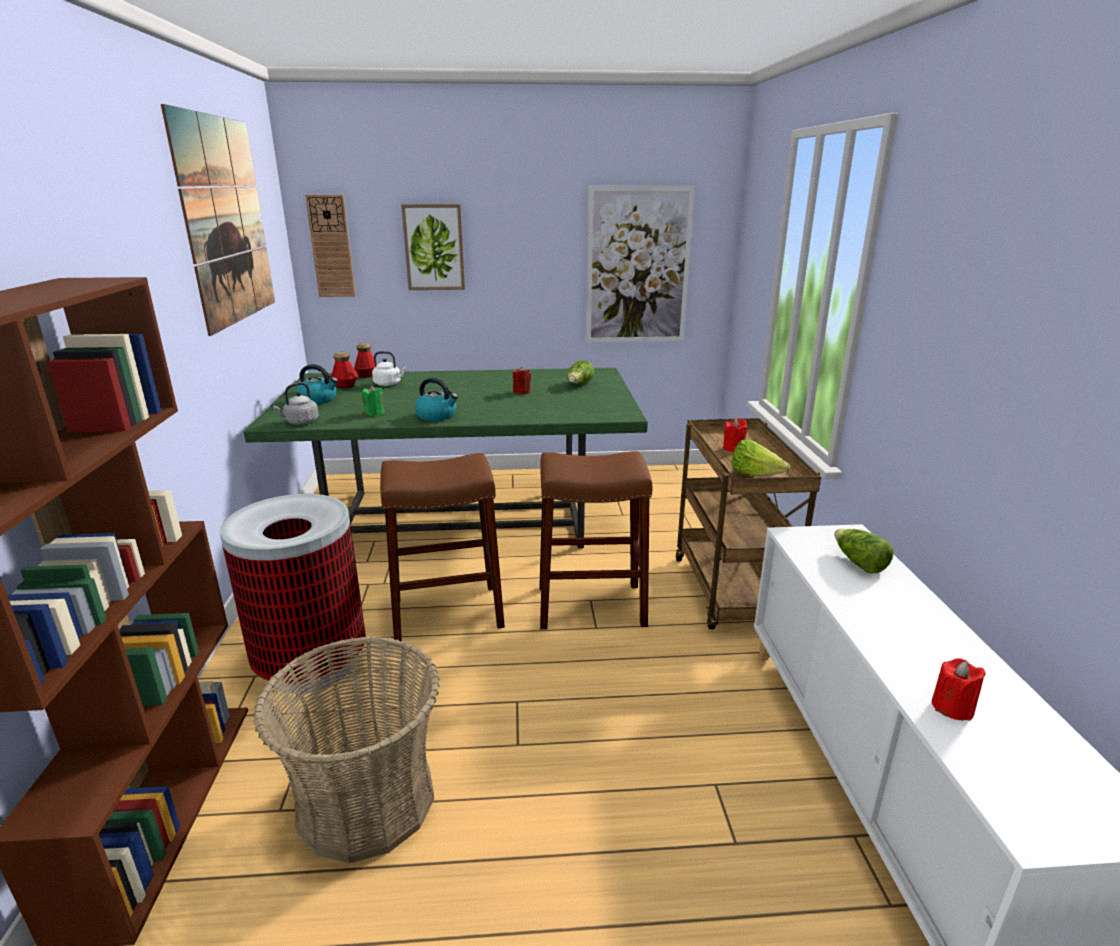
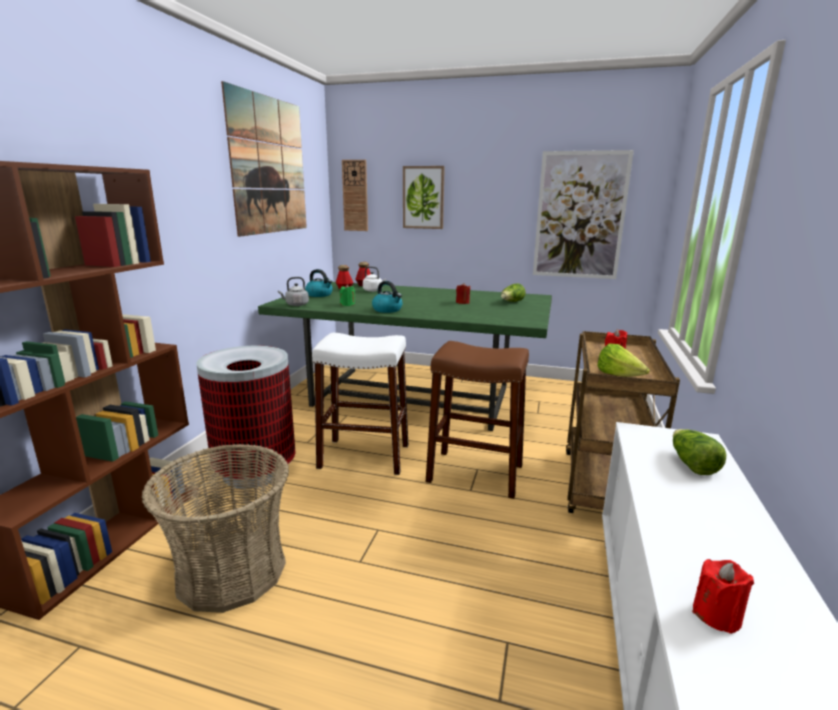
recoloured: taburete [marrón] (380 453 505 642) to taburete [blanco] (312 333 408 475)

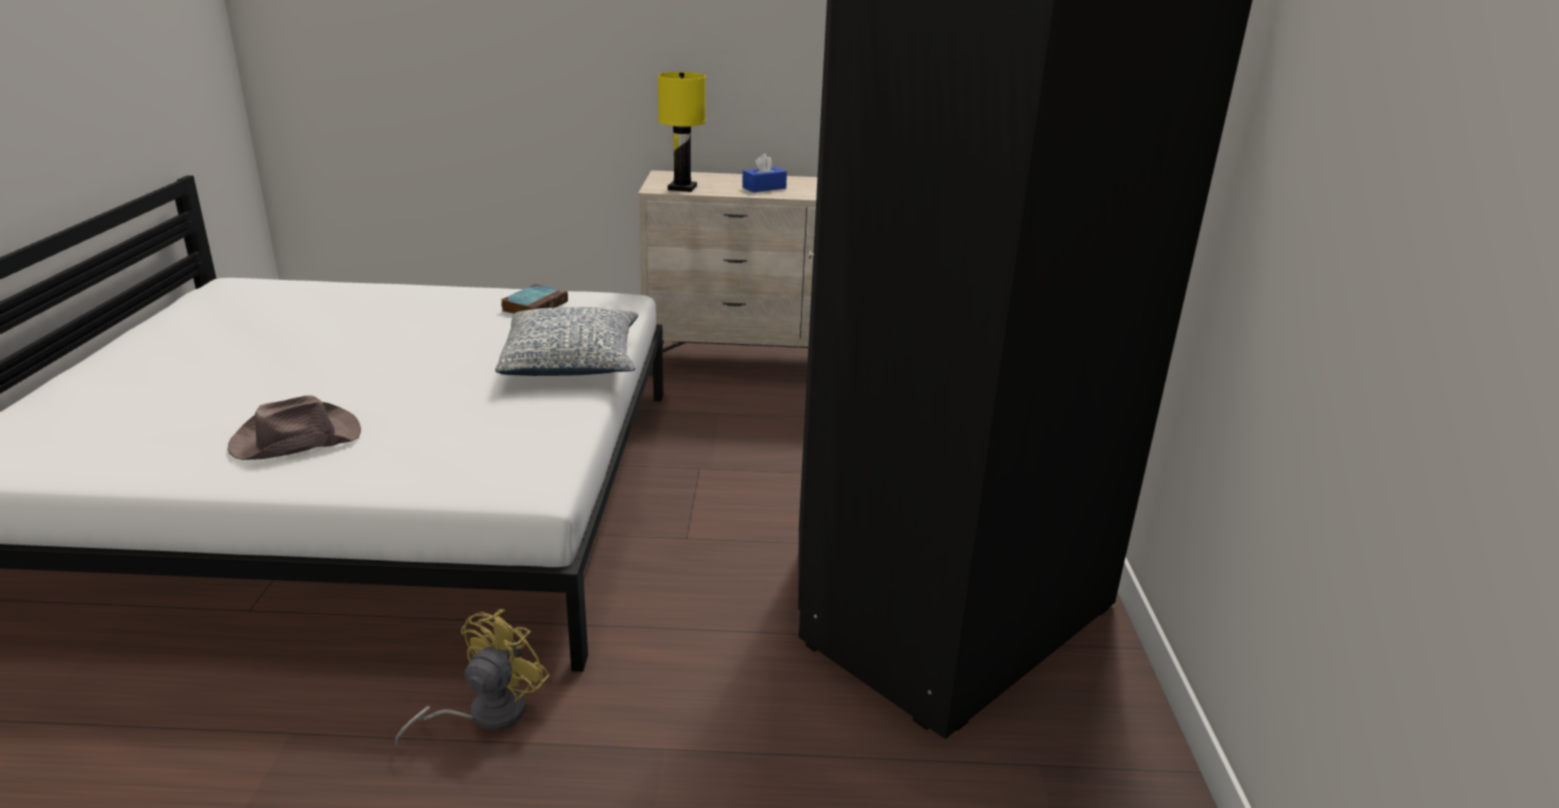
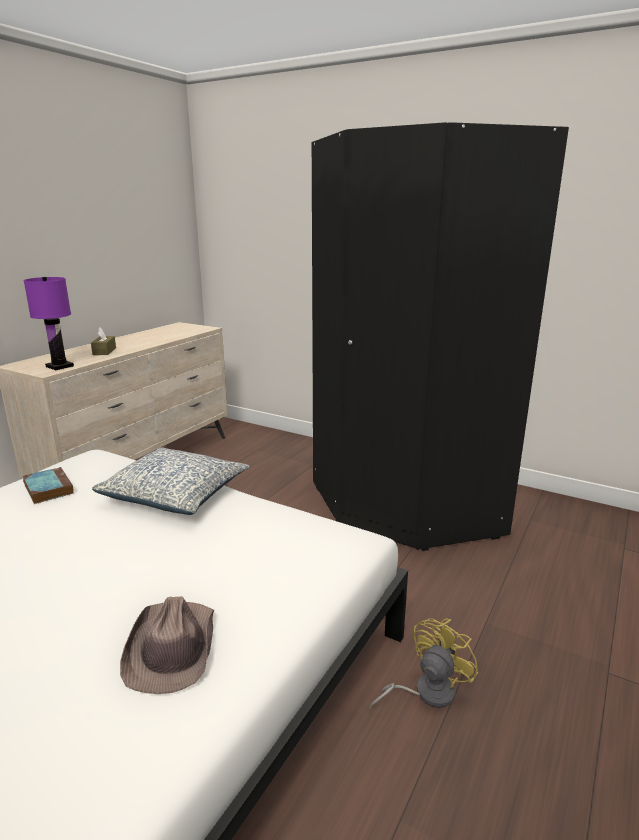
recoloured: lámpara de mesa [amarillo] (658 72 706 192) to lámpara de mesa [morado] (24 277 74 370); caja de pañuelos [azul] (742 154 787 192) to caja de pañuelos [marrón] (91 328 116 355)
turned: ventilador [amarillo] (395 609 550 747) = (369 618 479 710) 75 degrees clockwise

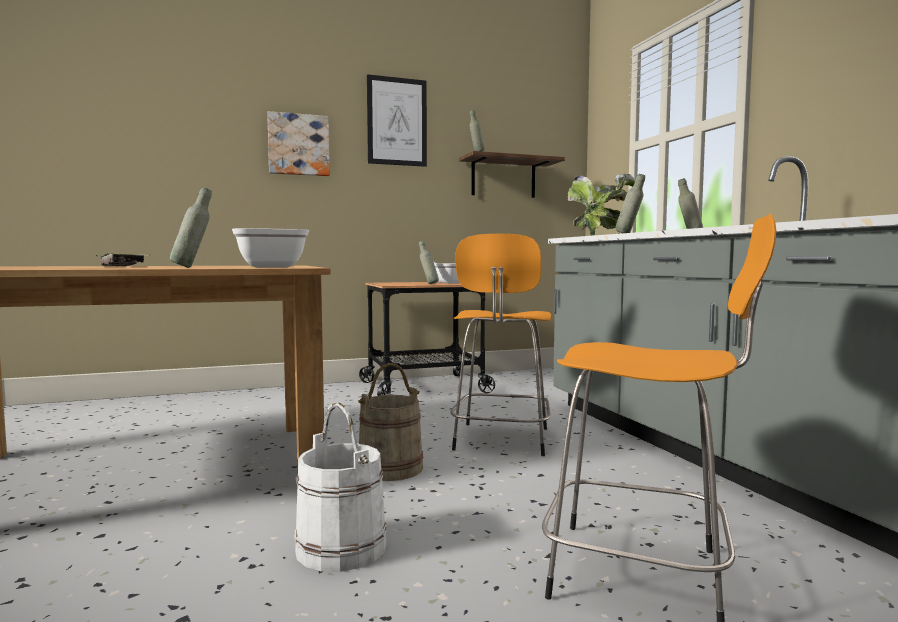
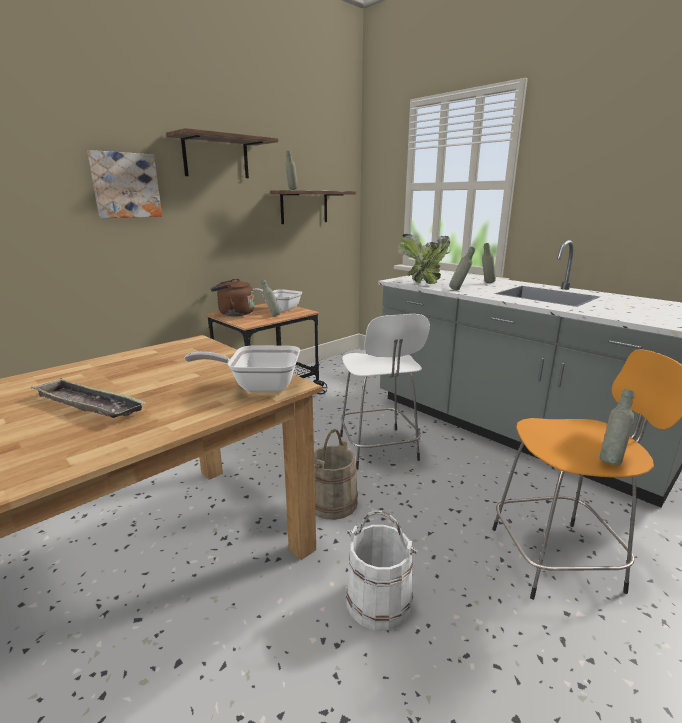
added: hervidor [marrón] (211 279 254 316)
moved: botella [gris] (170 187 212 268) to (600 389 634 466)
replaced: cuadro (367 74 427 167) to estante (166 128 278 178)
recoloured: taburete [naranja] (450 234 551 456) to taburete [blanco] (340 314 430 470)
turned: sartén (232 228 309 268) = (184 346 300 393) 45 degrees counterclockwise

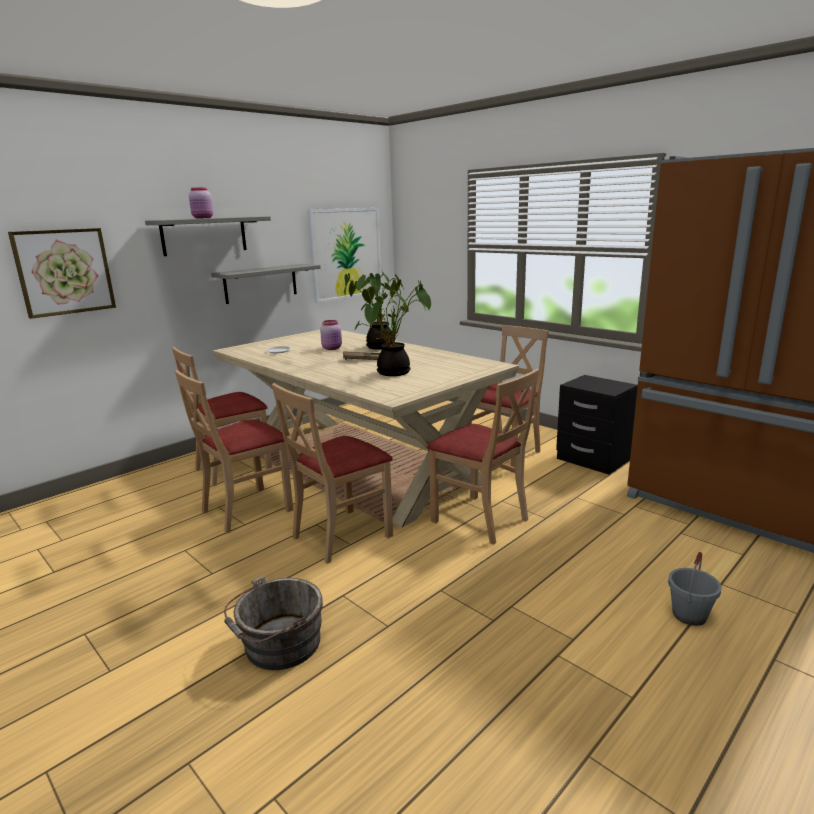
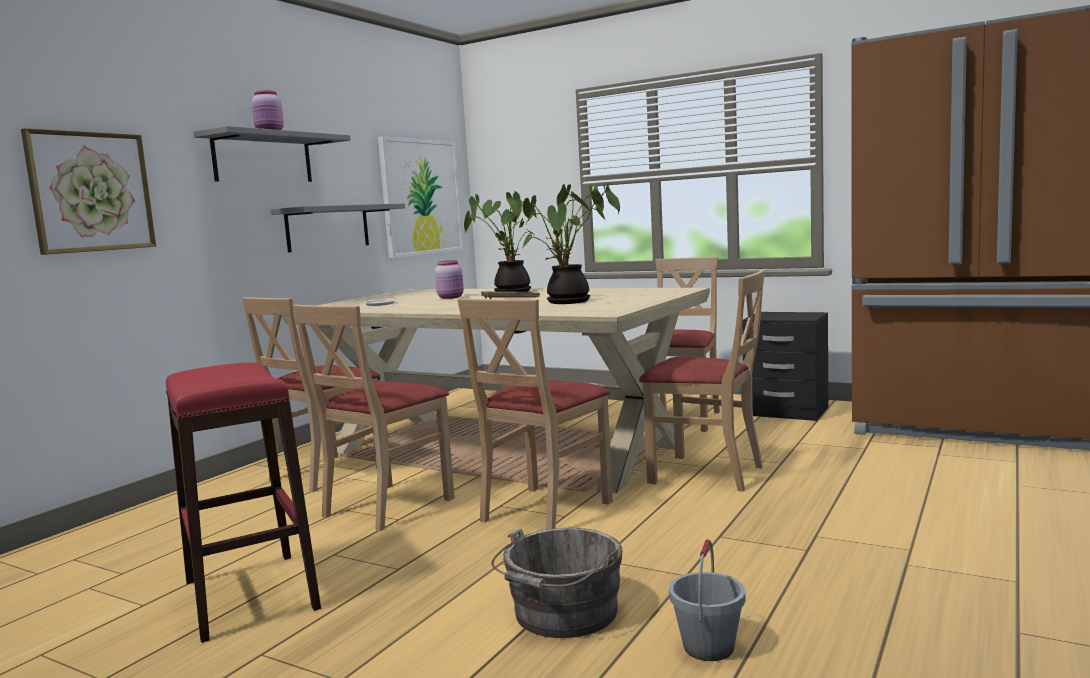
added: taburete [rojo] (166 362 321 643)
moved: cubo [gris] (668 552 721 626) to (669 539 746 661)

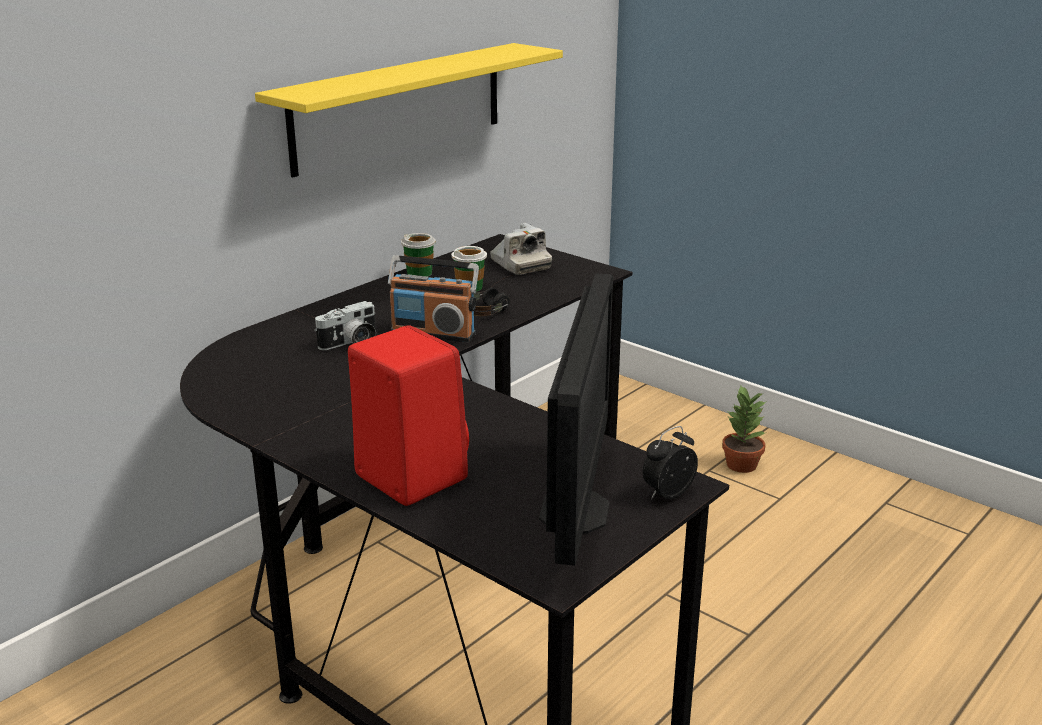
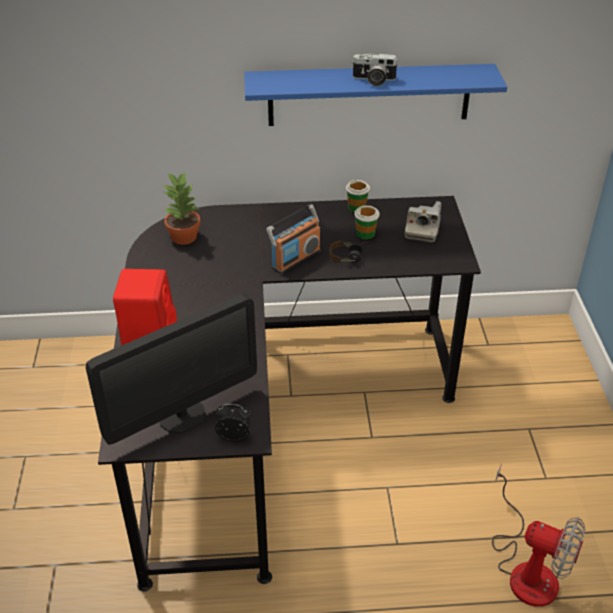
added: ventilador (492 464 585 607)
moved: cámara (315 301 376 350) to (352 53 398 86); planta en maceta (722 386 767 473) to (163 173 200 245)
recoloured: estante [amarillo] (255 43 563 177) to estante [azul] (244 64 507 126)
turned: radio (388 255 479 342) = (267 204 321 274) 105 degrees counterclockwise

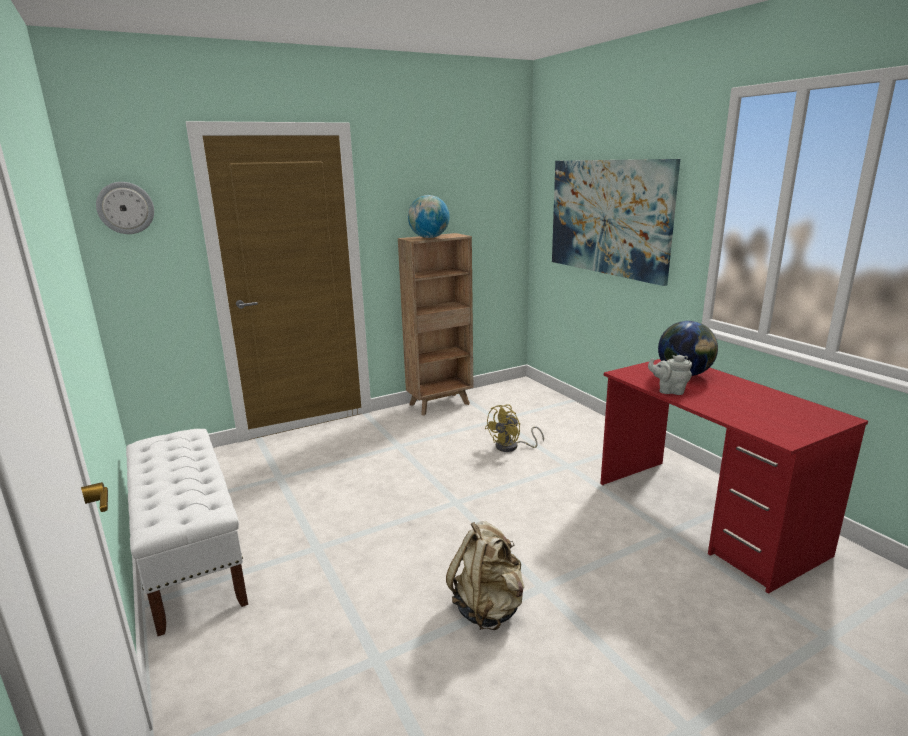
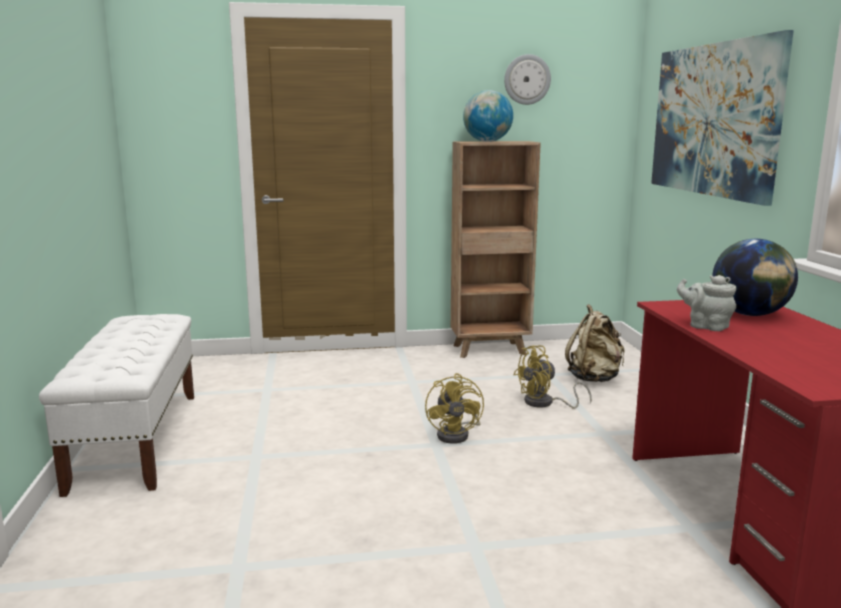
added: ventilador [amarillo] (425 373 484 444)
moved: reloj de pared (96 182 154 234) to (504 54 551 105); mochila [beis] (446 521 524 630) to (565 304 624 382)

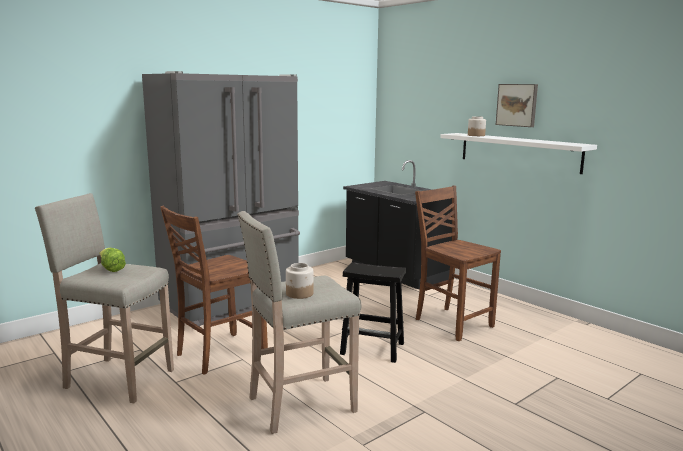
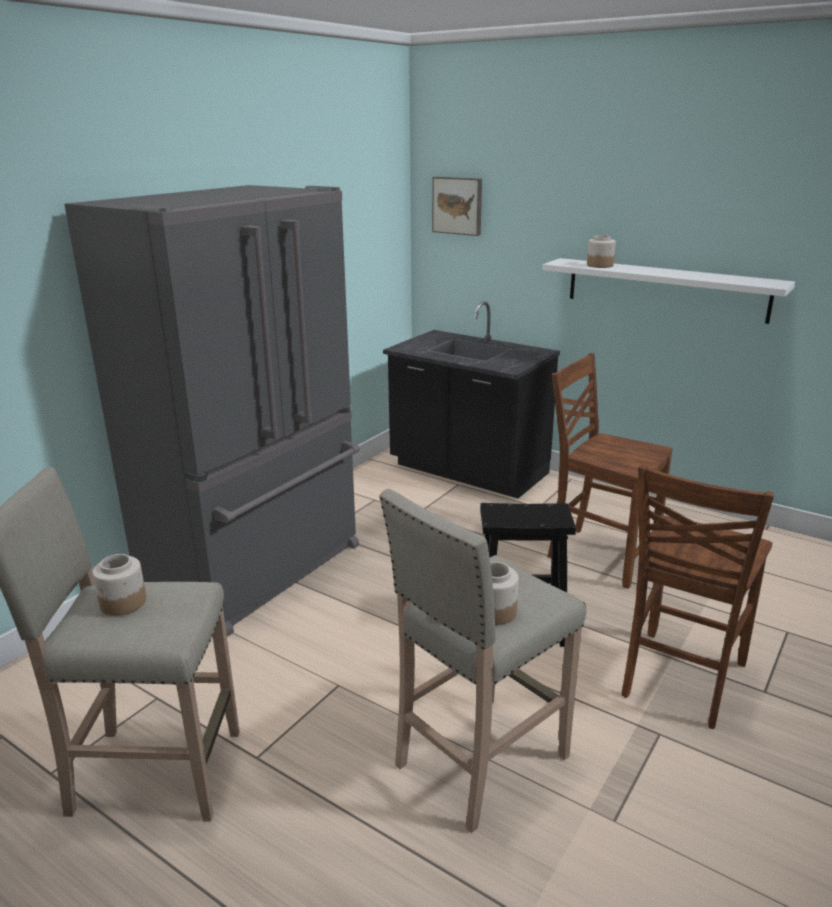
moved: cuadro (496 84 538 127) to (432 177 482 236); silla [marrón] (160 206 268 375) to (622 465 774 729)
replaced: lechuga (99 248 126 272) to tarro (93 554 146 616)

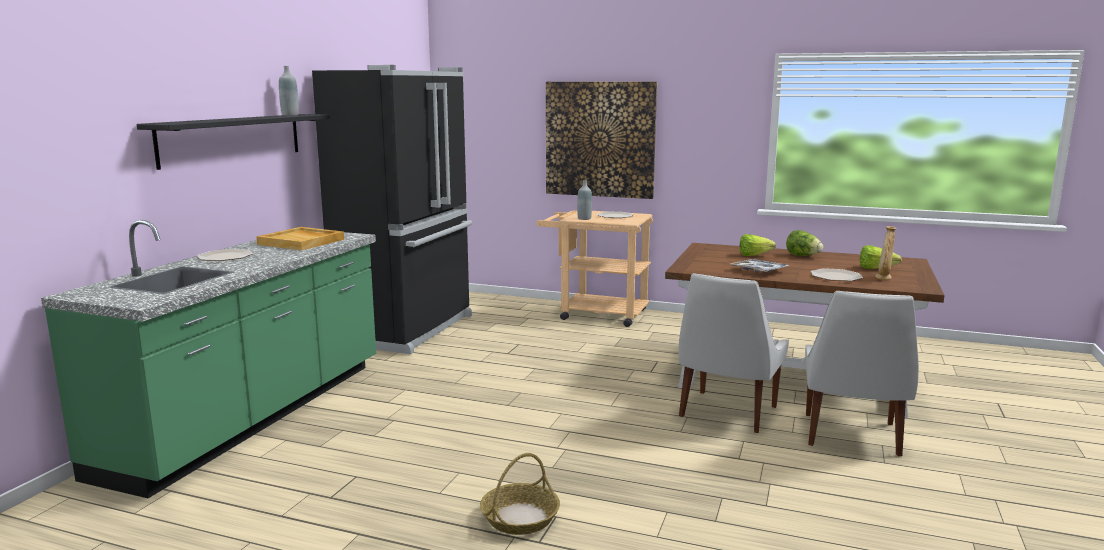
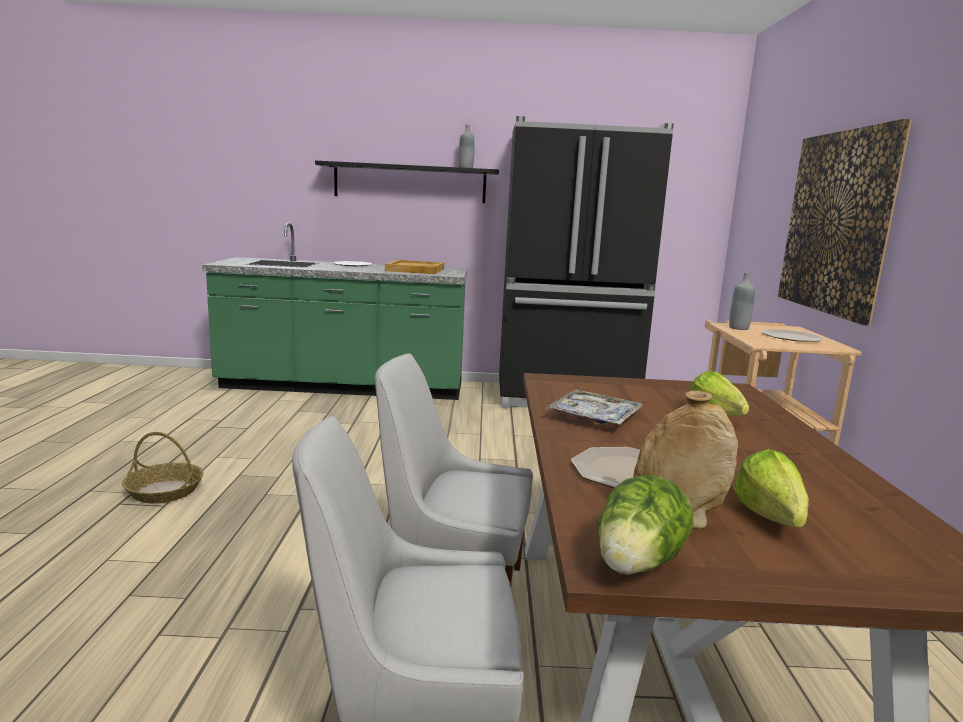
moved: lechuga (786 230 823 256) to (598 474 694 575)

